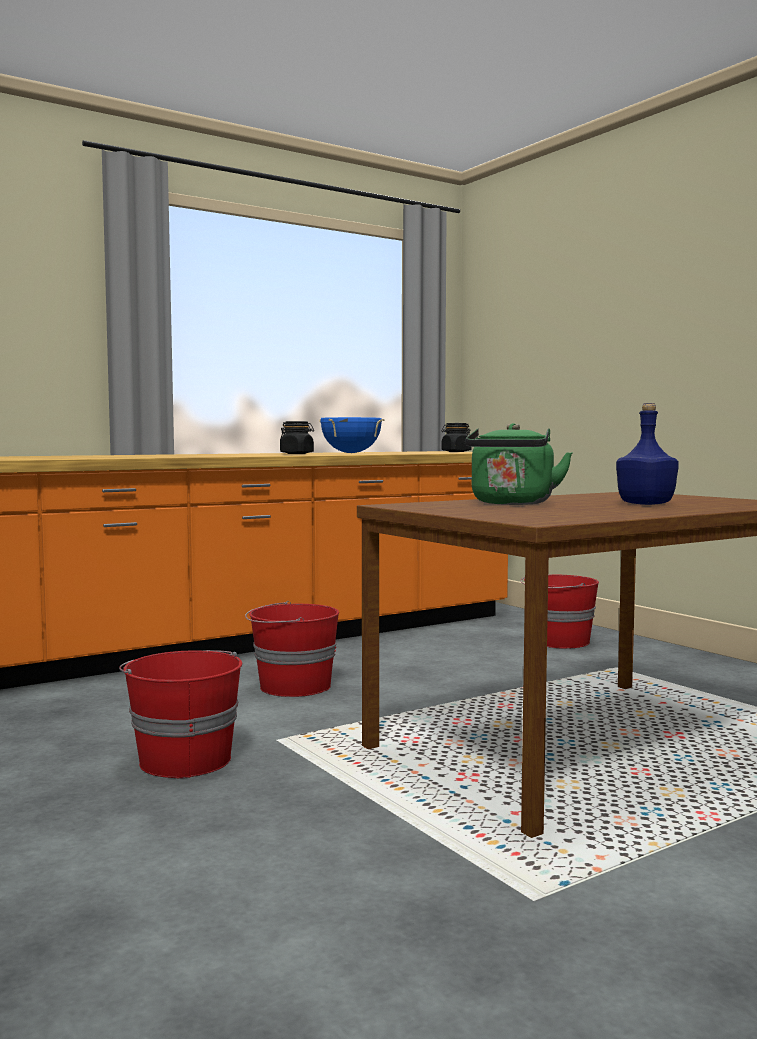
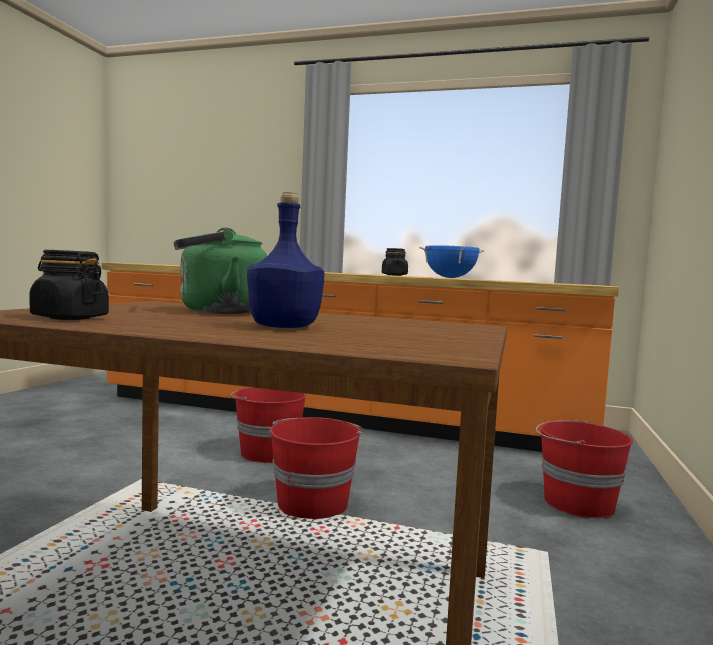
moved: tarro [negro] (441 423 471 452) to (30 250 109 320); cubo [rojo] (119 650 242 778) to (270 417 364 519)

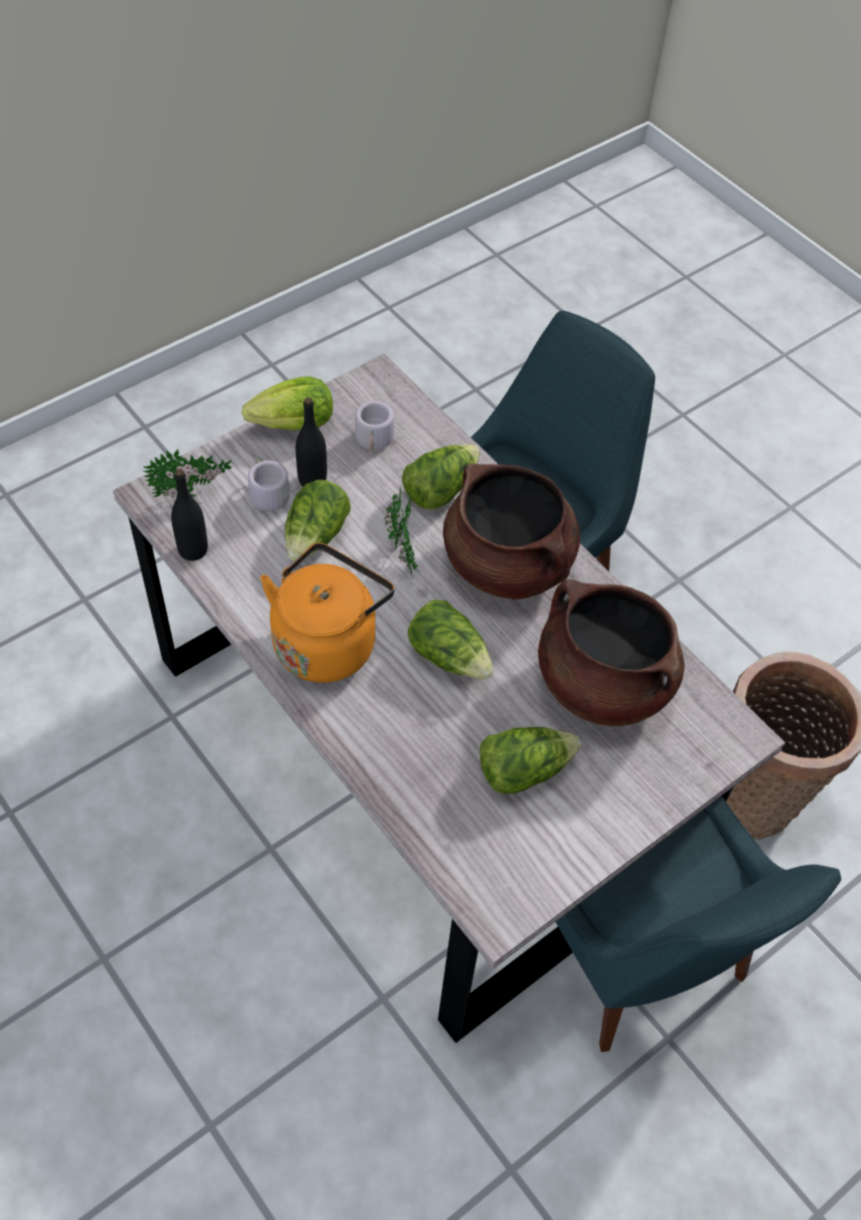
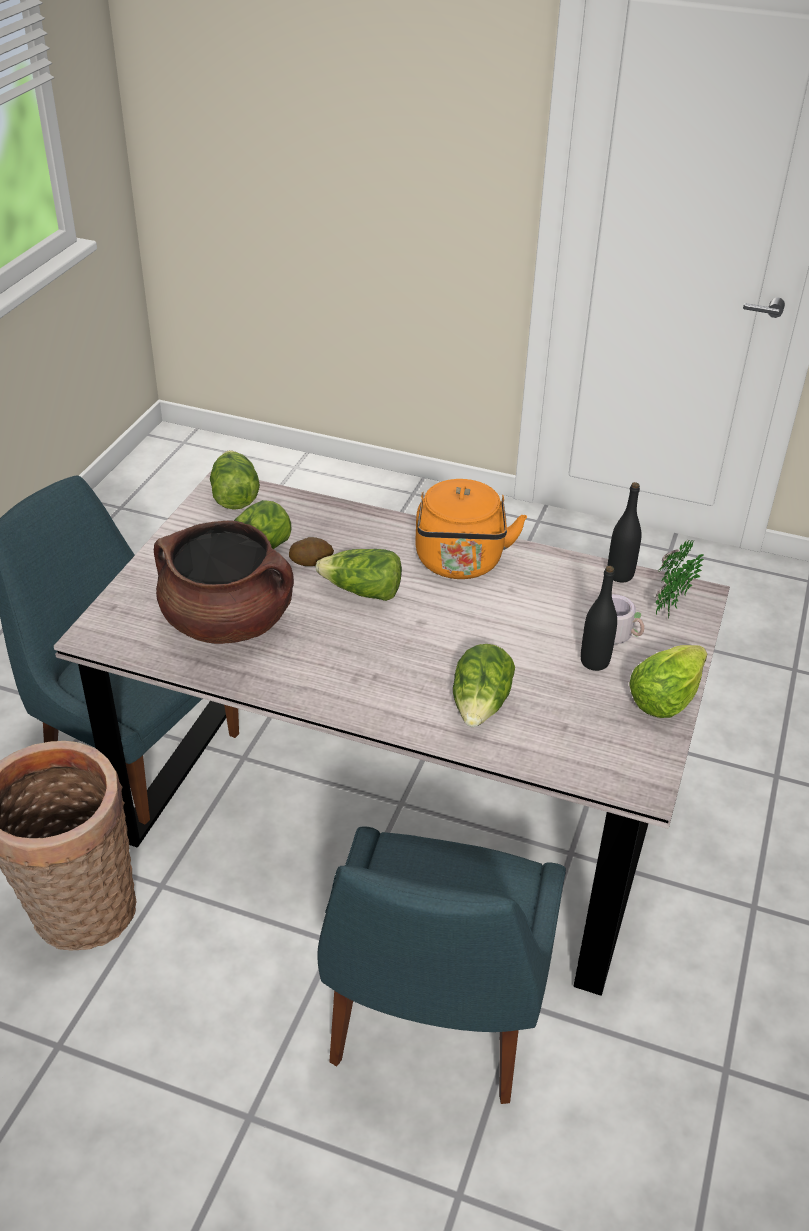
removed: taza grande [gris] (355 401 396 452); olla [marrón] (443 463 580 599); planta en maceta (383 485 421 578)
added: patata (289 537 334 566)
moved: lechuga (285 480 351 561) to (210 450 260 510)

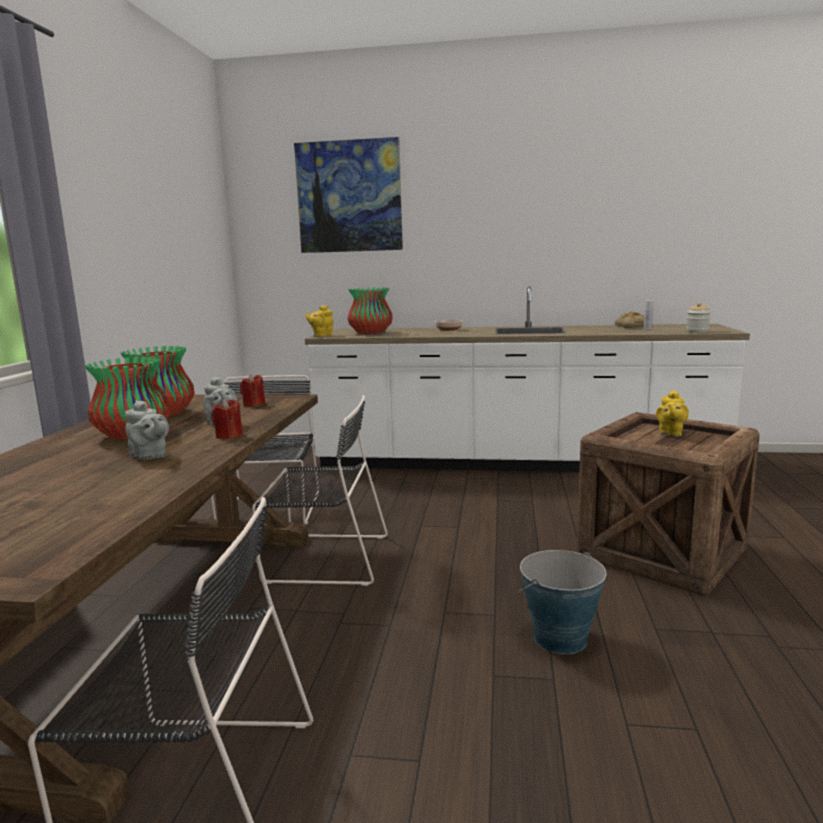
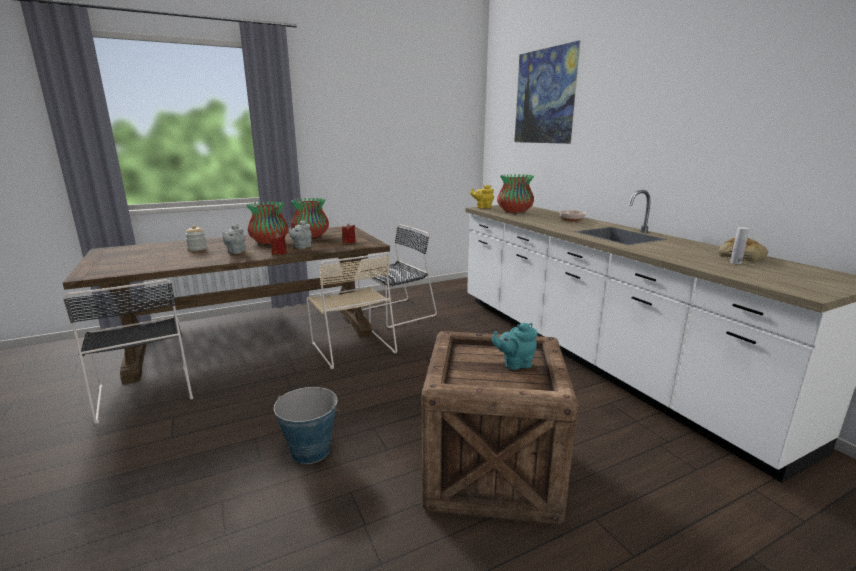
moved: tarro (686 302 711 333) to (185 225 207 251)
recoloured: tetera [amarillo] (656 390 689 437) to tetera [turquesa] (492 323 538 370); silla [negro] (252 395 388 586) to silla [beis] (306 252 397 369)

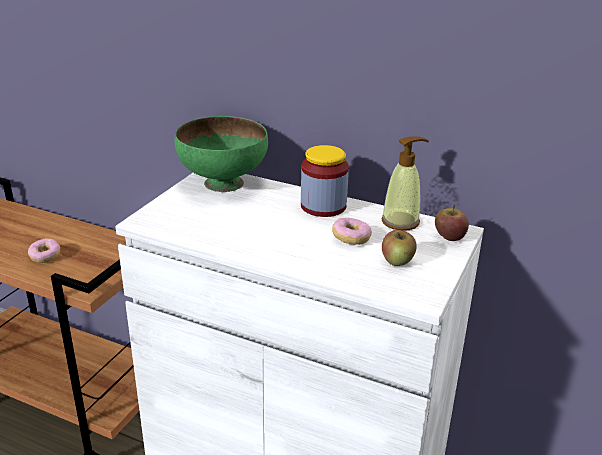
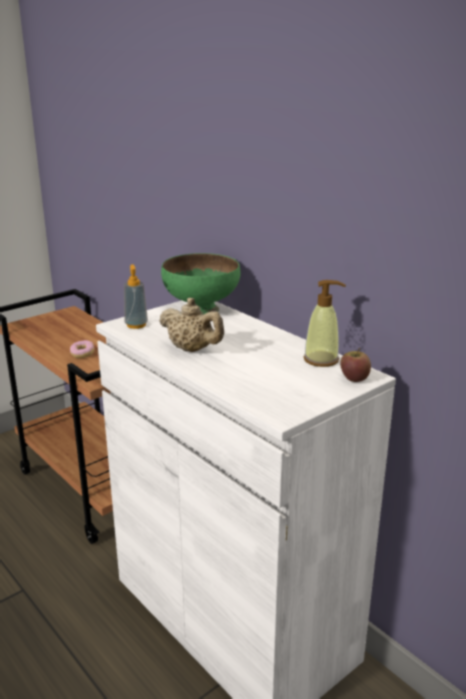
removed: tarro (301 145 349 217); rosquilla (332 218 372 245); manzana (382 230 417 266)
added: dispensador de jabón (124 264 148 329); tetera [beis] (159 298 224 352)

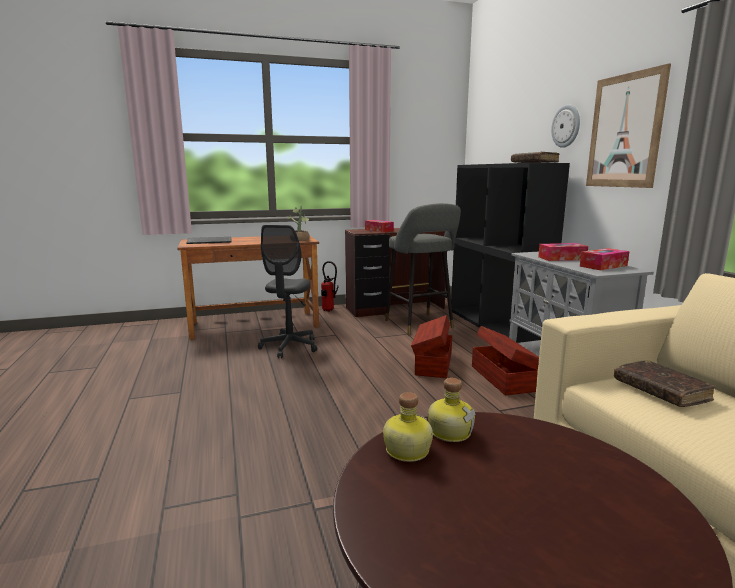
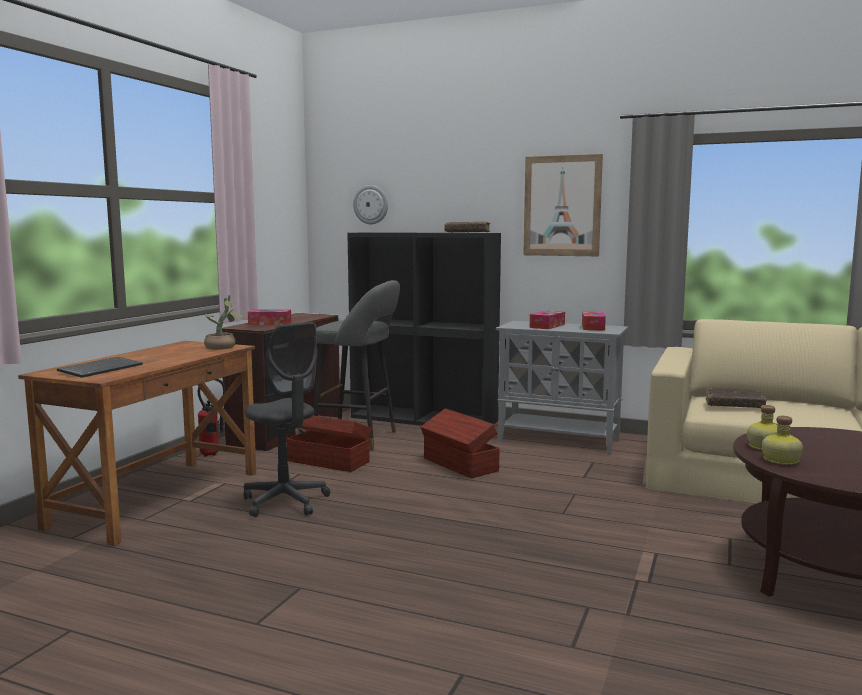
moved: reloj de pared (551 104 580 148) to (353 185 388 224); caja de almacenaje [marrón] (472 326 539 395) to (287 416 372 472)

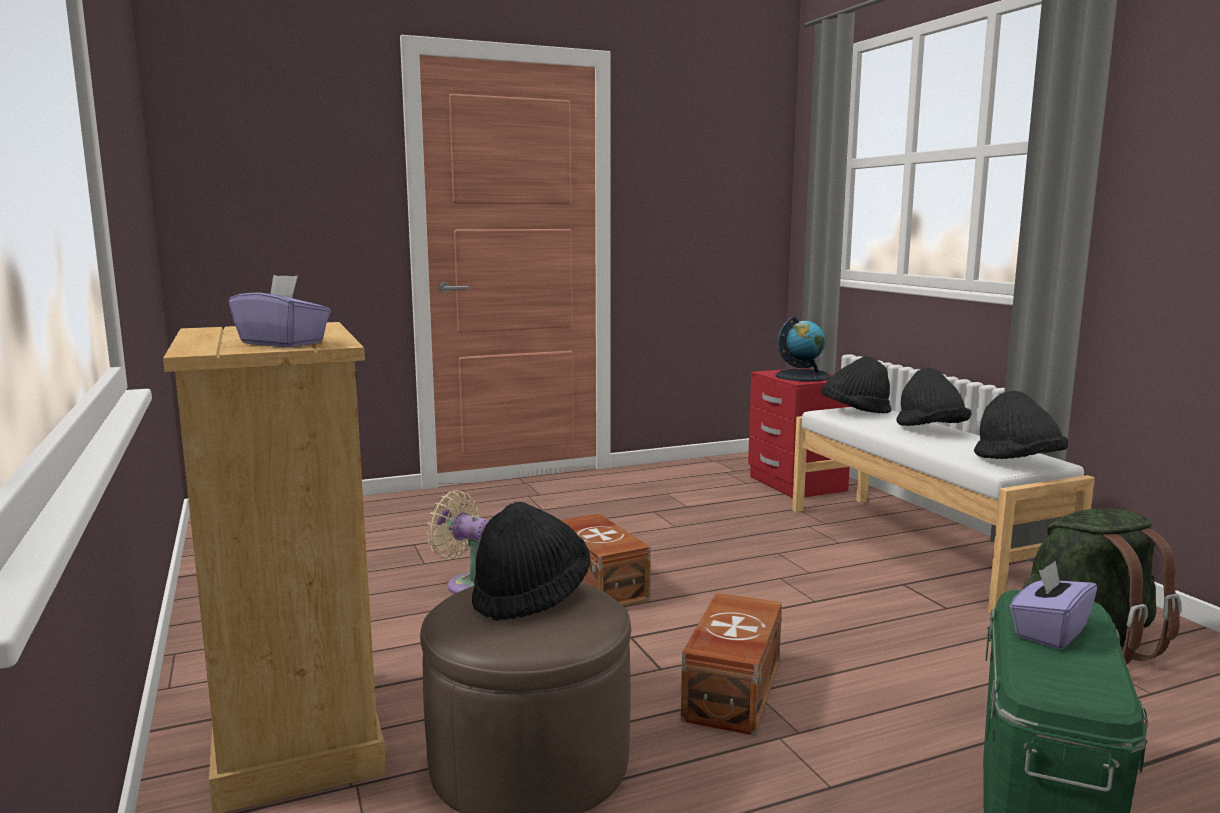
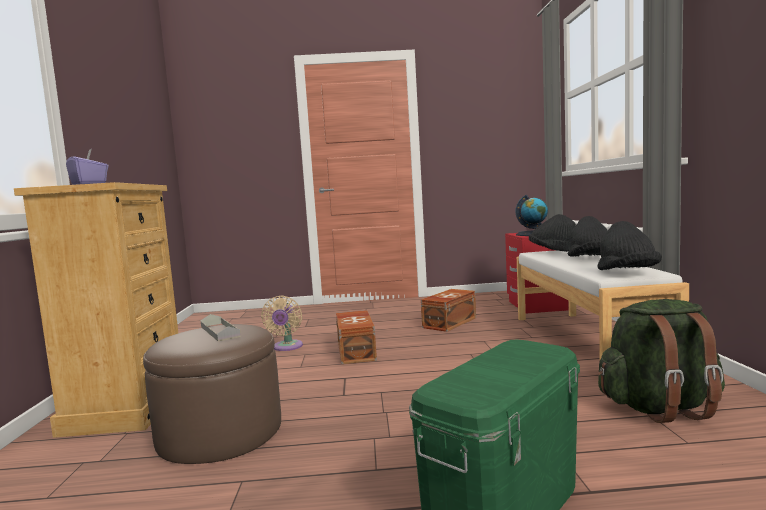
removed: caja de pañuelos [morado] (1010 561 1097 650)
moved: caja de almacenaje [marrón] (681 593 782 736) to (421 289 476 332)
replaced: sombrero [negro] (472 502 591 621) to bandeja [gris] (201 314 241 341)
turned: ventilador [beis] (427 490 489 594) = (261 296 303 351) 135 degrees counterclockwise

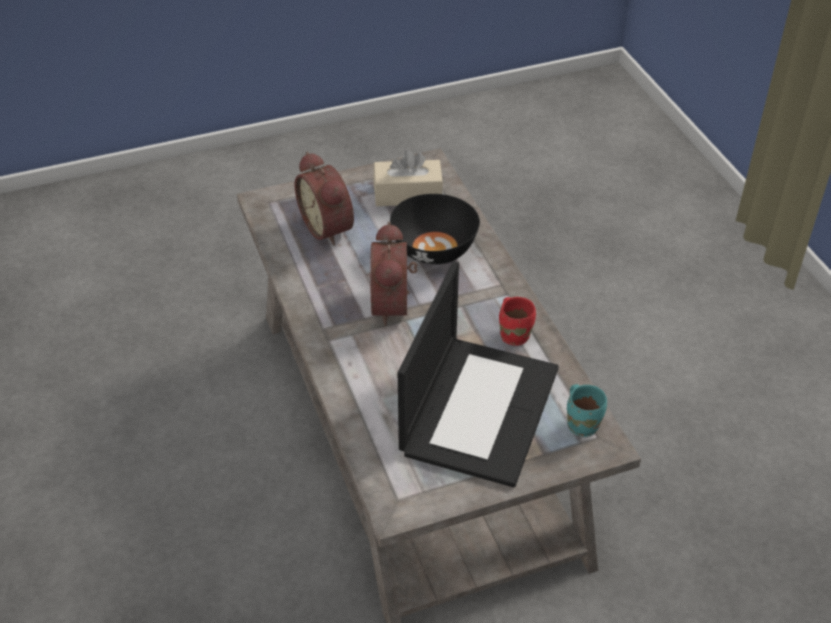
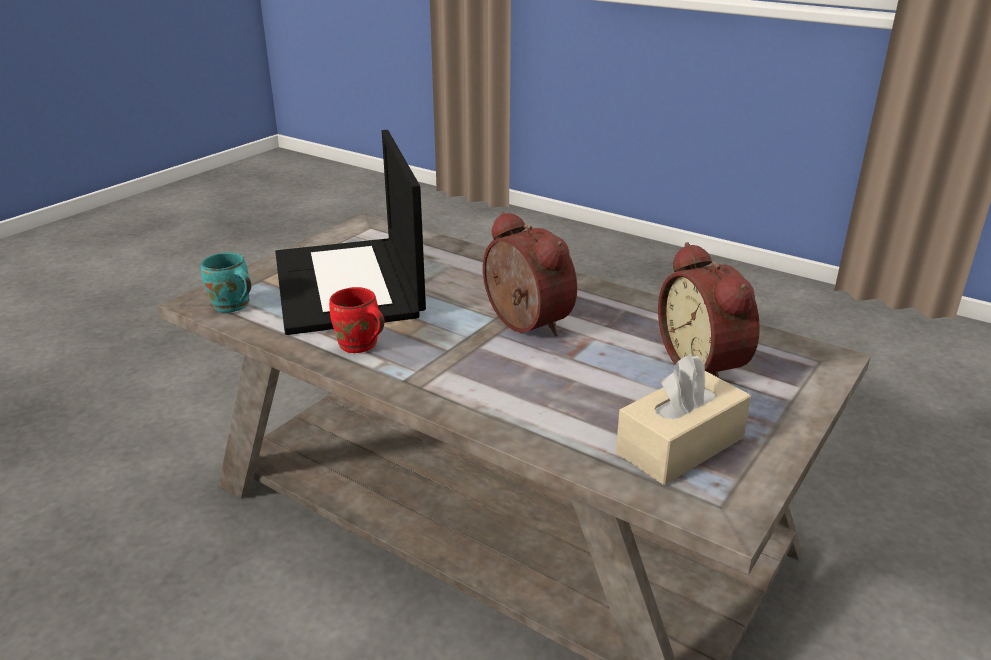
removed: cuenco [negro] (390 194 480 264)
turned: despertador (295 152 354 246) = (658 242 760 377) 135 degrees counterclockwise

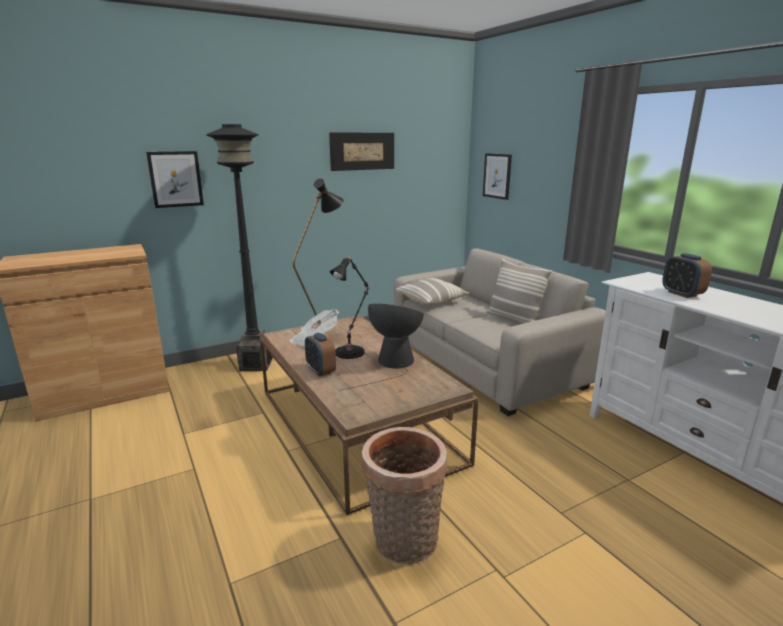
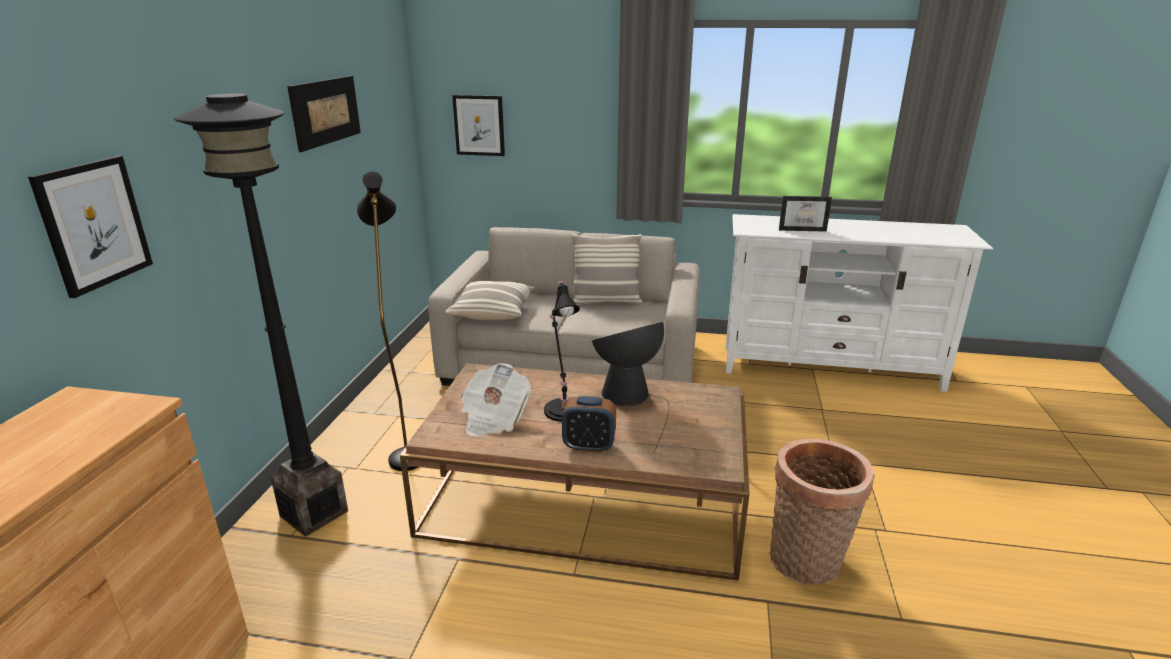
replaced: despertador (662 253 712 298) to portarretratos (779 196 832 232)

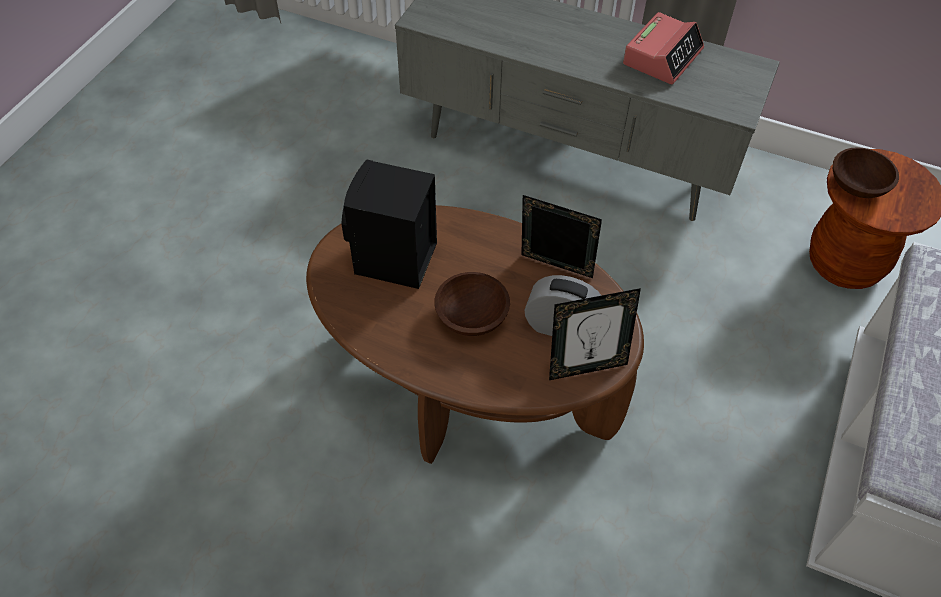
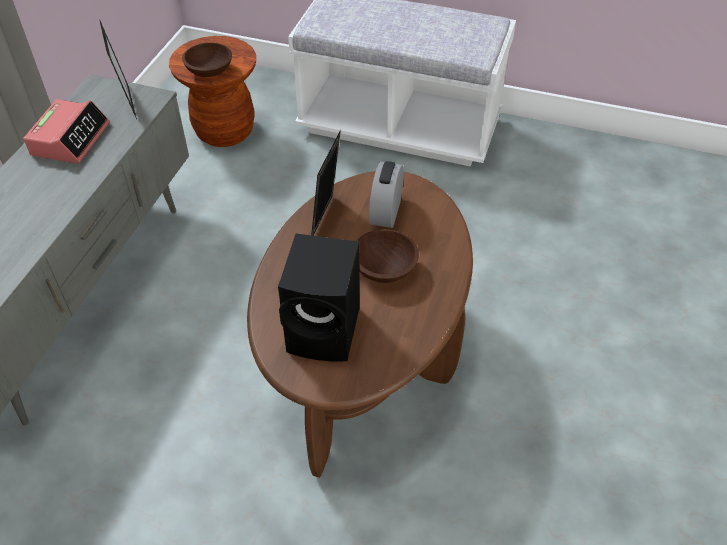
moved: portarretratos (549 288 641 380) to (99 19 137 119)
turned: despertador (623 12 704 84) = (23 99 110 163) 75 degrees clockwise

